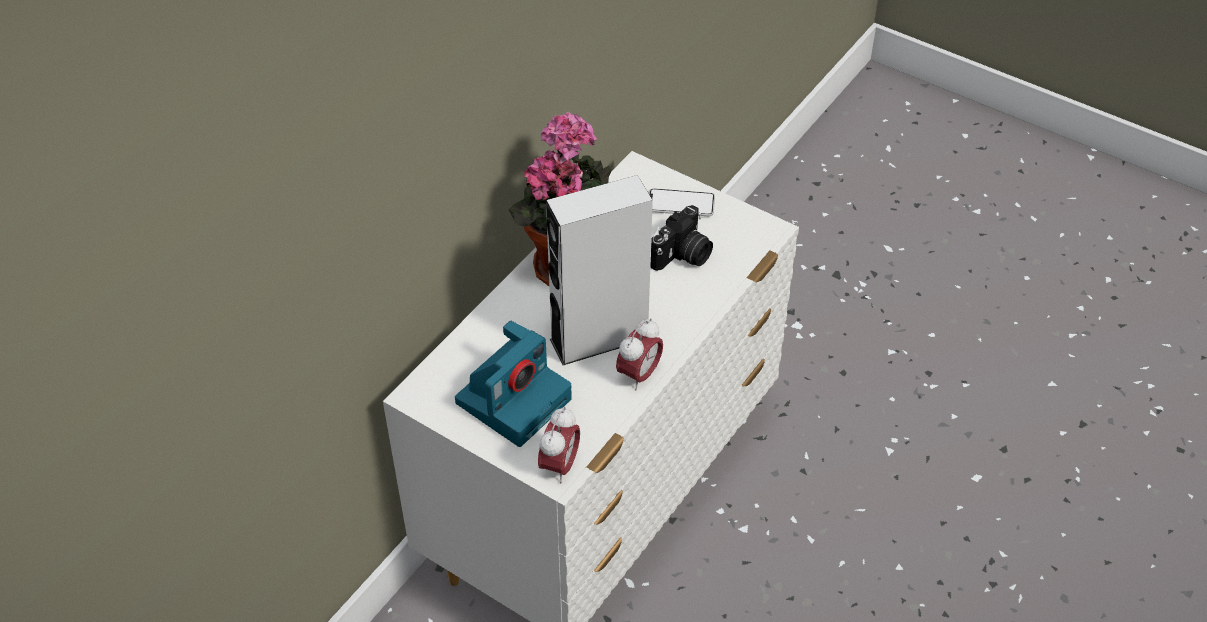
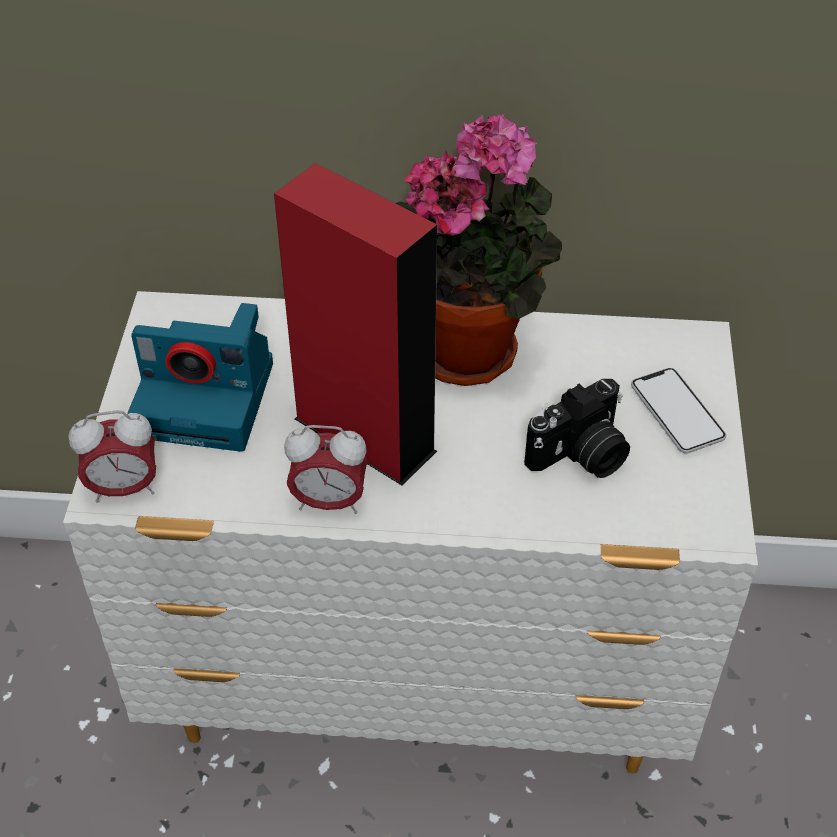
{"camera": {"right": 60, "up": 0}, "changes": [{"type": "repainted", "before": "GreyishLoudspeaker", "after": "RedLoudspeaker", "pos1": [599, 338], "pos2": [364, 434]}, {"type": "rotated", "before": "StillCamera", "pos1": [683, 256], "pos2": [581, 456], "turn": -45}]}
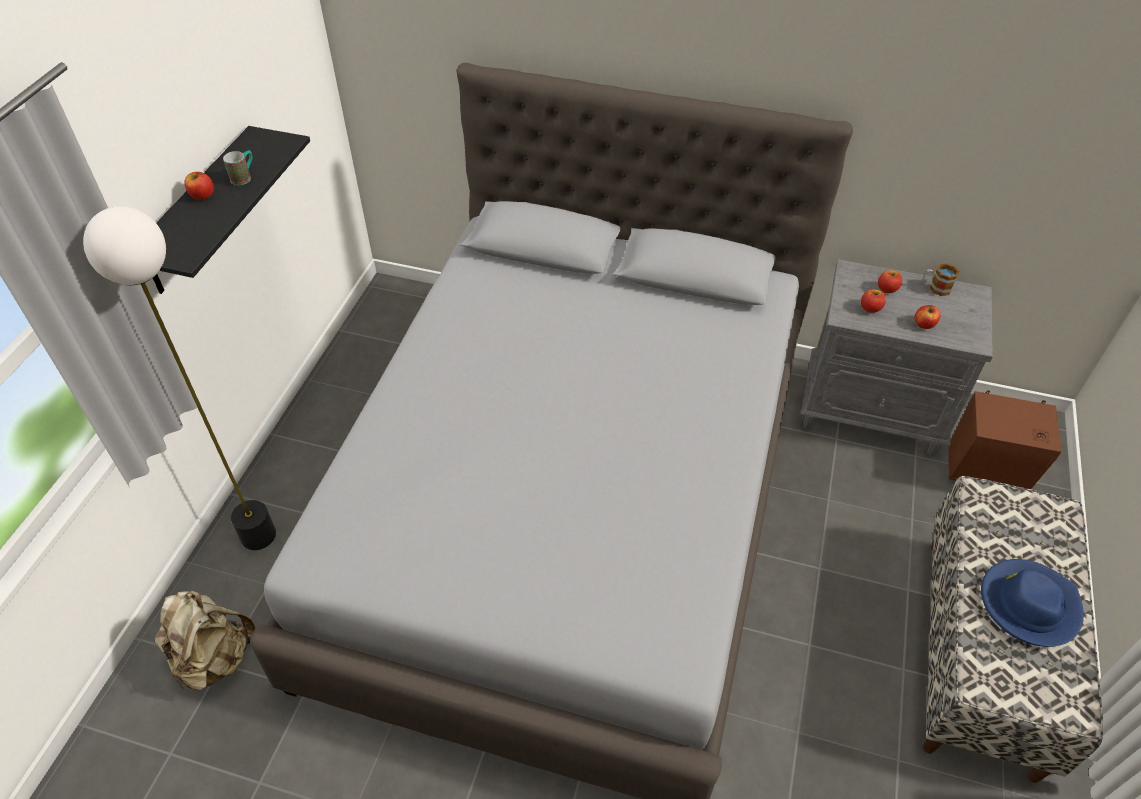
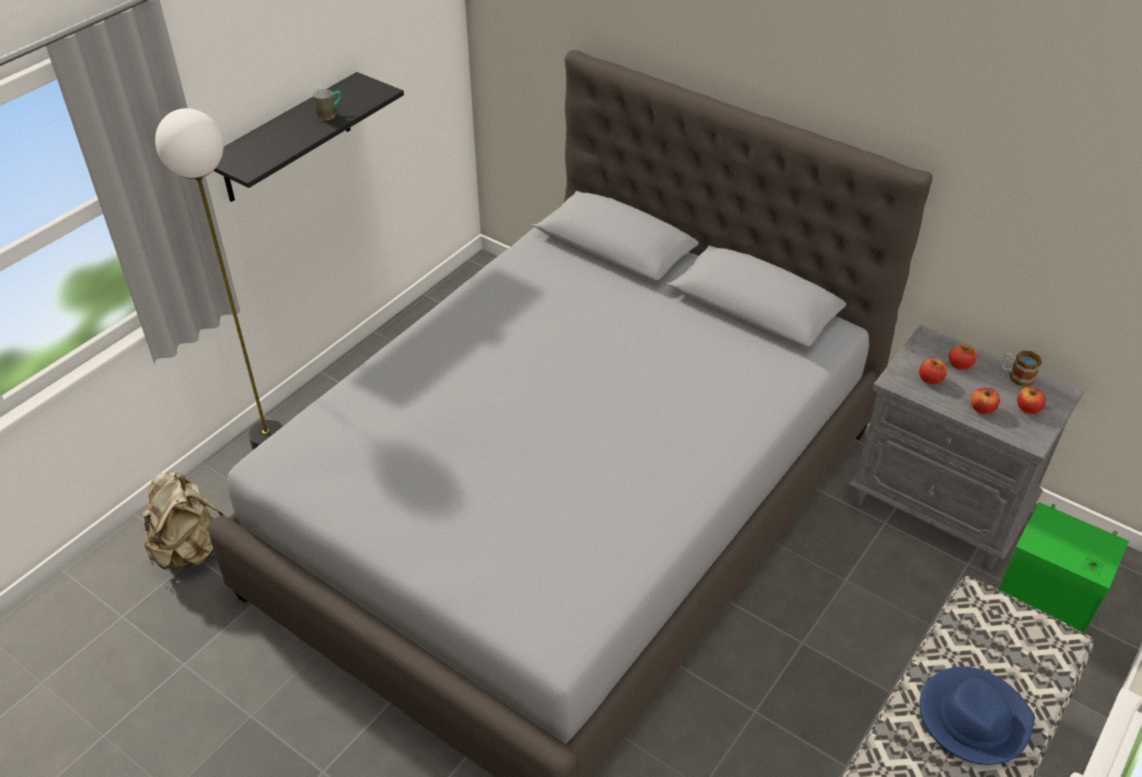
{"camera": {"right": 20, "up": -5}, "changes": [{"type": "shifted", "before": "Apple", "pos1": [202, 195], "pos2": [1027, 408]}, {"type": "repainted", "before": "BrownColouredLoudspeaker", "after": "GreenishLoudspeaker", "pos1": [988, 472], "pos2": [1046, 603]}]}
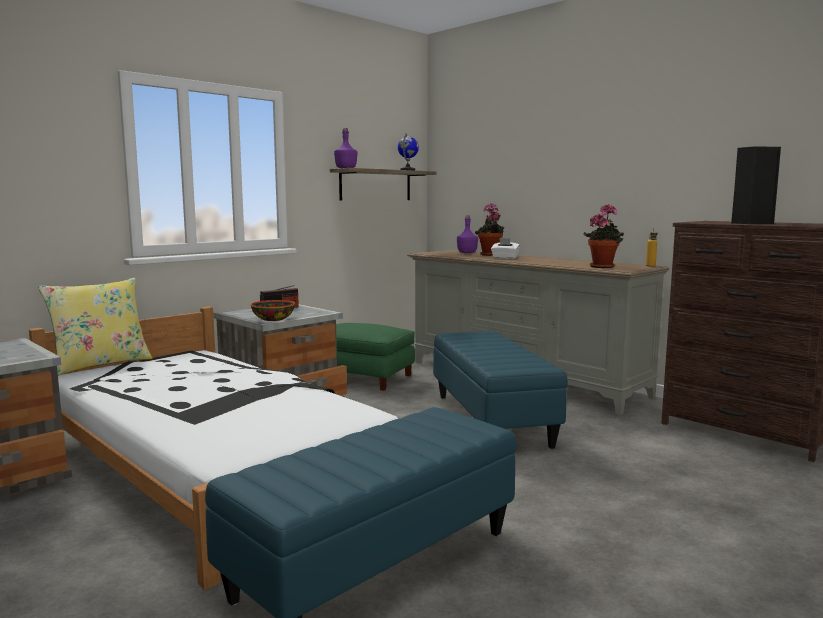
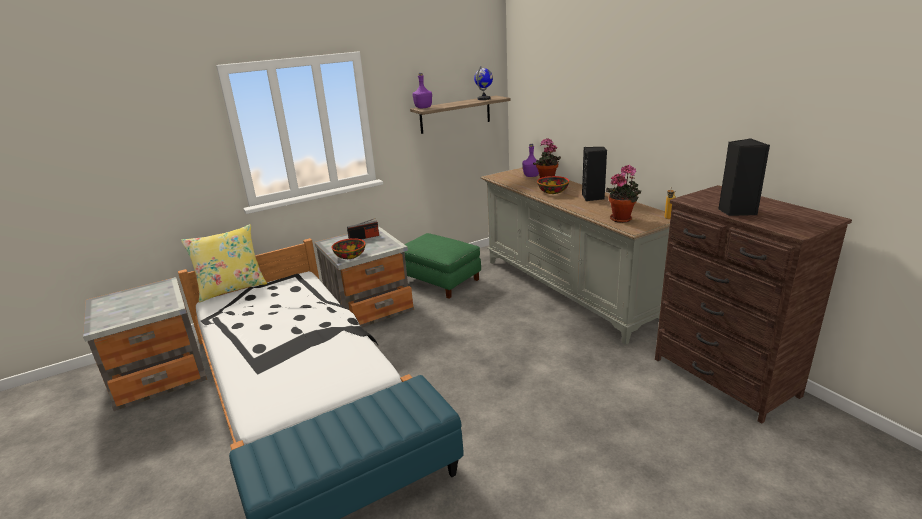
{"camera": {"right": 15, "up": 15}, "changes": [{"type": "gone", "before": "BluishFootrest", "pos1": [492, 420]}, {"type": "swapped", "before": "WhitishBoxOfTissues", "after": "DeepDish", "pos1": [504, 258], "pos2": [553, 191]}, {"type": "new", "after": "BlackishLoudspeaker", "pos2": [593, 197]}]}
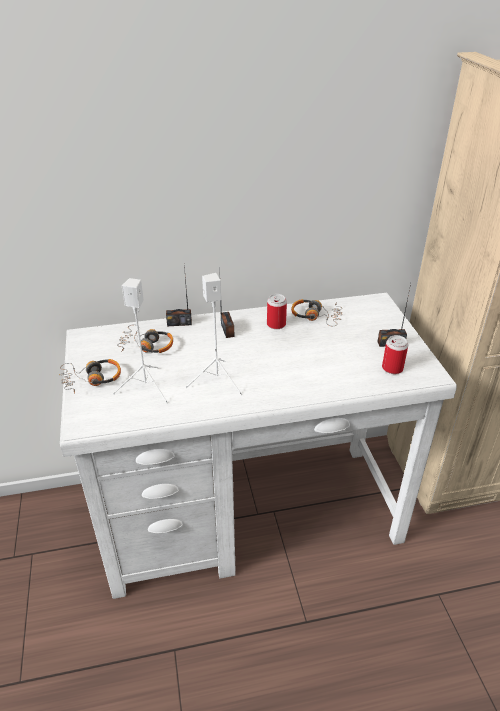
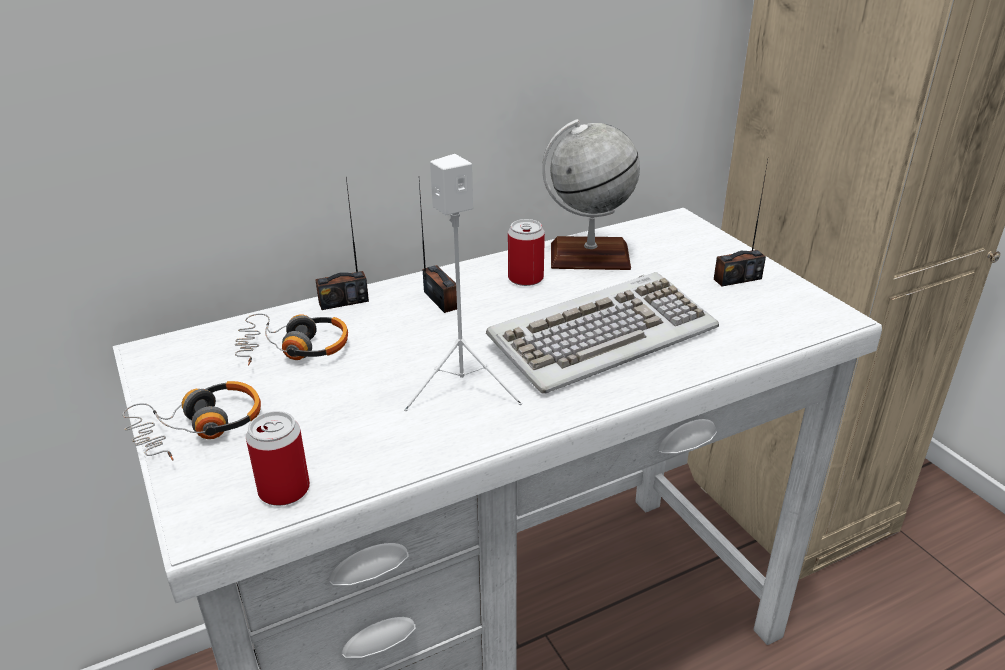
{"camera": {"right": -15, "up": -5}, "changes": [{"type": "gone", "before": "WhitishLoudspeaker", "pos1": [147, 388]}, {"type": "swapped", "before": "Headset", "after": "Globe", "pos1": [316, 316], "pos2": [589, 256]}, {"type": "shifted", "before": "MetalCan", "pos1": [392, 368], "pos2": [284, 490]}, {"type": "new", "after": "ComputerKeyboard", "pos2": [602, 336]}]}
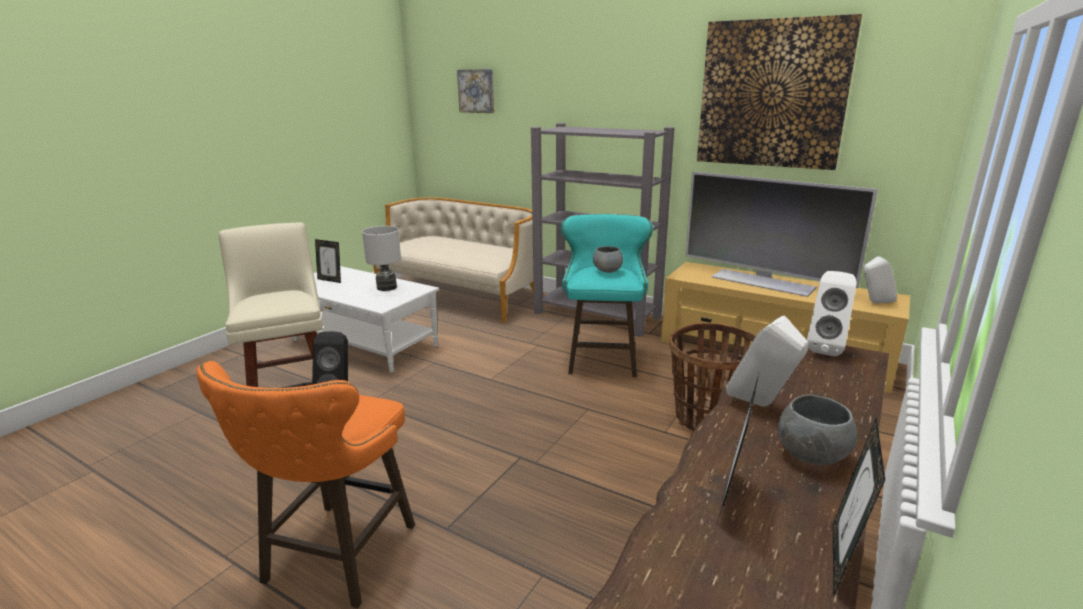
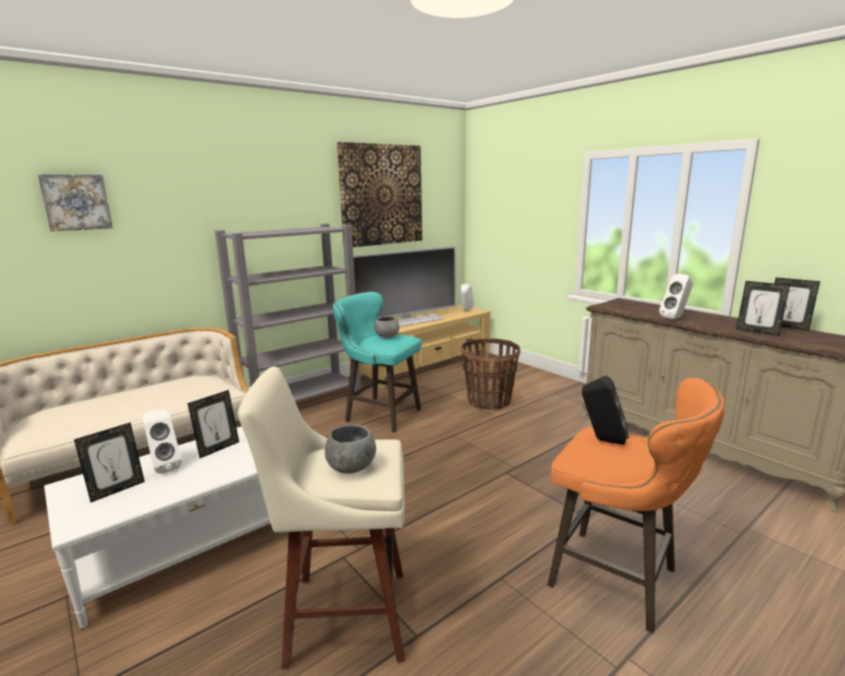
{"camera": {"right": -70, "up": -5}, "changes": [{"type": "swapped", "before": "GreyishLampForATable", "after": "PictureFrame", "pos1": [387, 287], "pos2": [218, 448]}, {"type": "shifted", "before": "GreyishDeepDish", "pos1": [811, 455], "pos2": [351, 468]}, {"type": "shifted", "before": "WhitishLoudspeaker", "pos1": [826, 348], "pos2": [165, 466]}]}
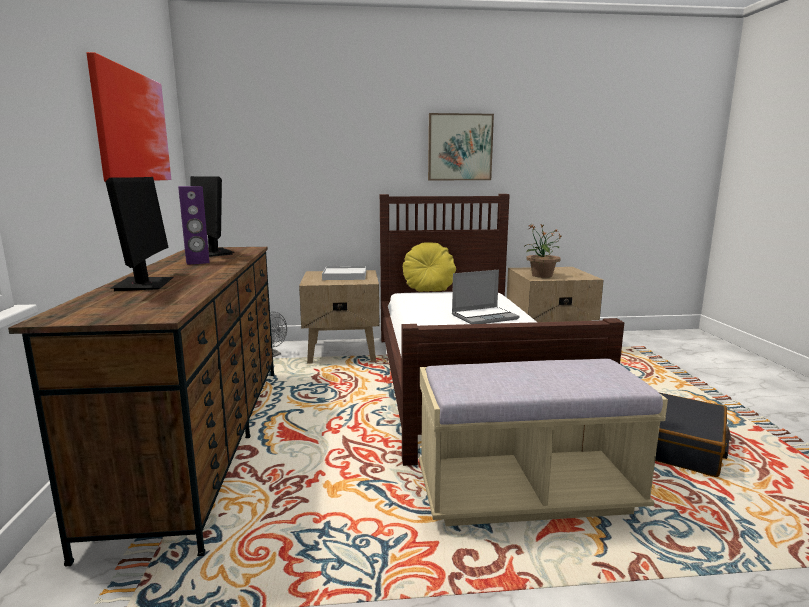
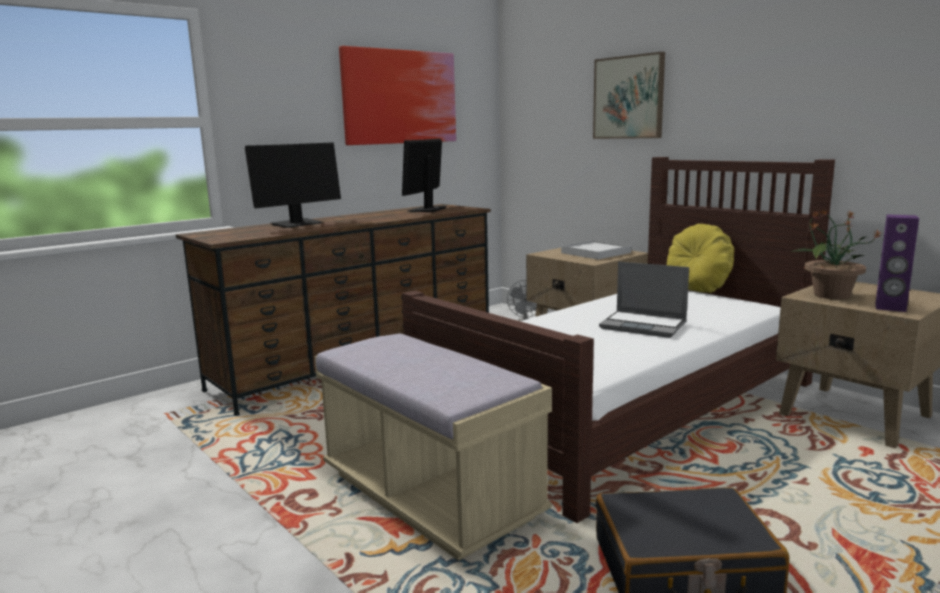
{"camera": {"right": 55, "up": 0}, "changes": [{"type": "shifted", "before": "PurplishLoudspeaker", "pos1": [197, 262], "pos2": [890, 307]}, {"type": "shifted", "before": "WallArt", "pos1": [460, 147], "pos2": [628, 97]}]}
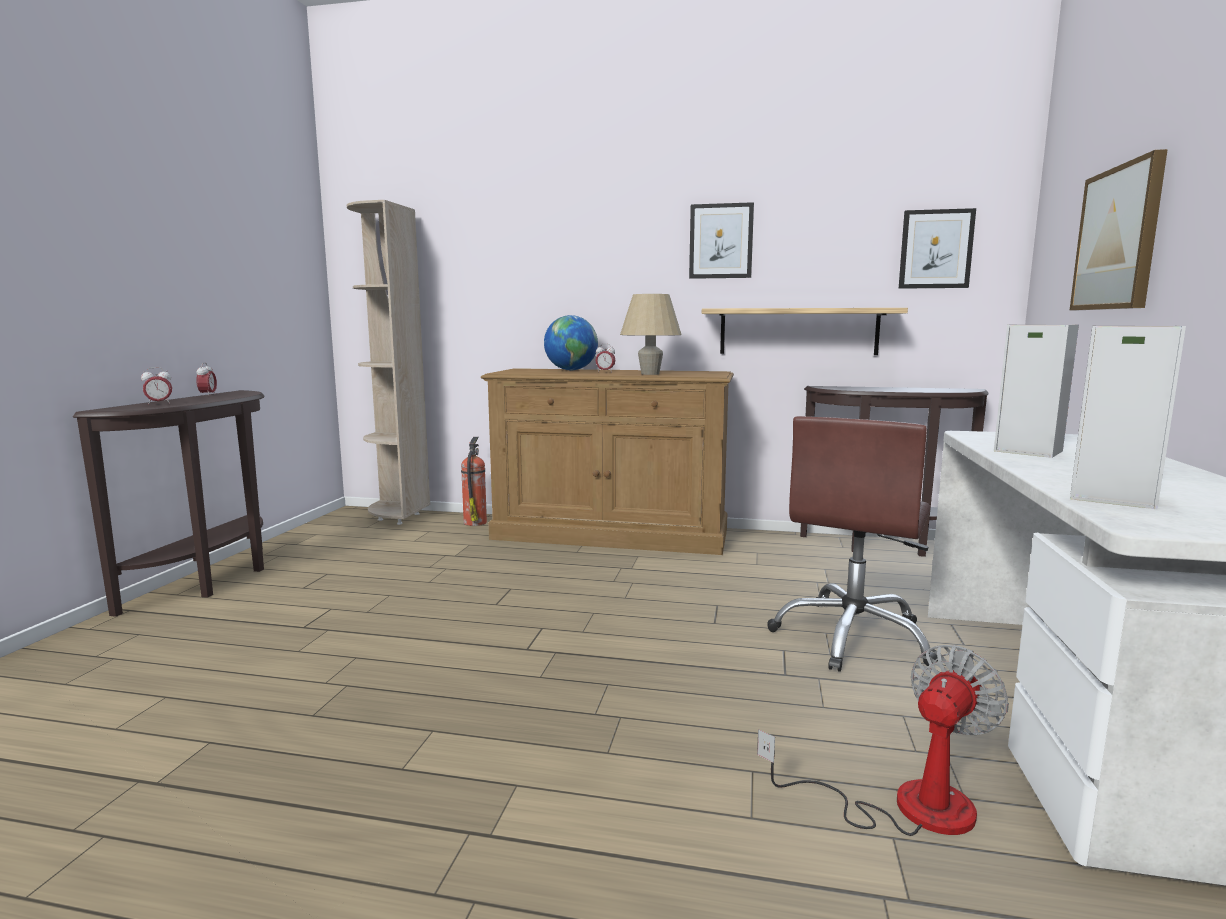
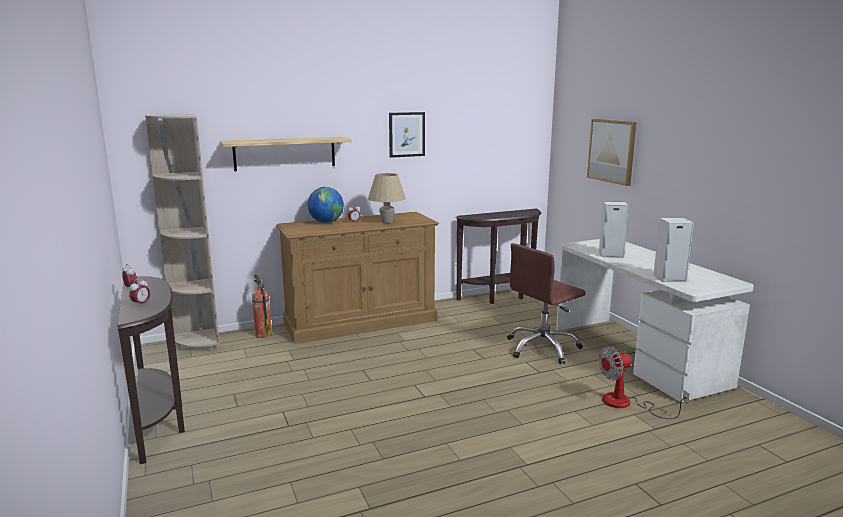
{"camera": {"right": -35, "up": 5}, "changes": [{"type": "shifted", "before": "WallShelf", "pos1": [798, 331], "pos2": [285, 153]}, {"type": "rotated", "before": "Fan", "pos1": [905, 806], "pos2": [626, 404], "turn": -120}, {"type": "rotated", "before": "BrownColouredDeskChair", "pos1": [853, 637], "pos2": [542, 348], "turn": 60}, {"type": "gone", "before": "WallArt", "pos1": [936, 249]}]}
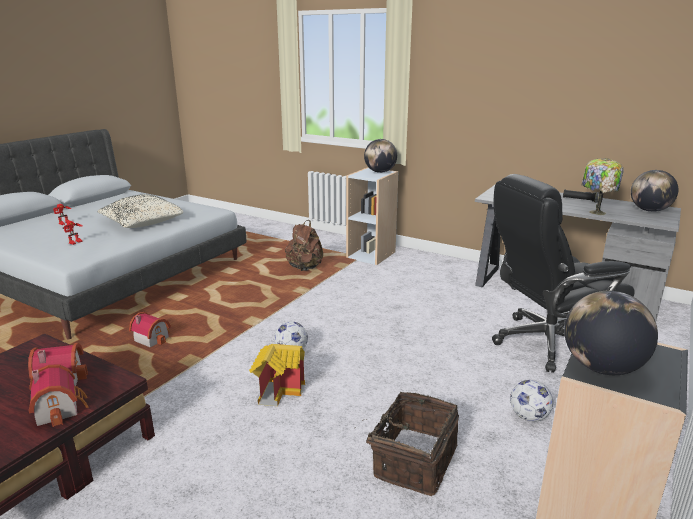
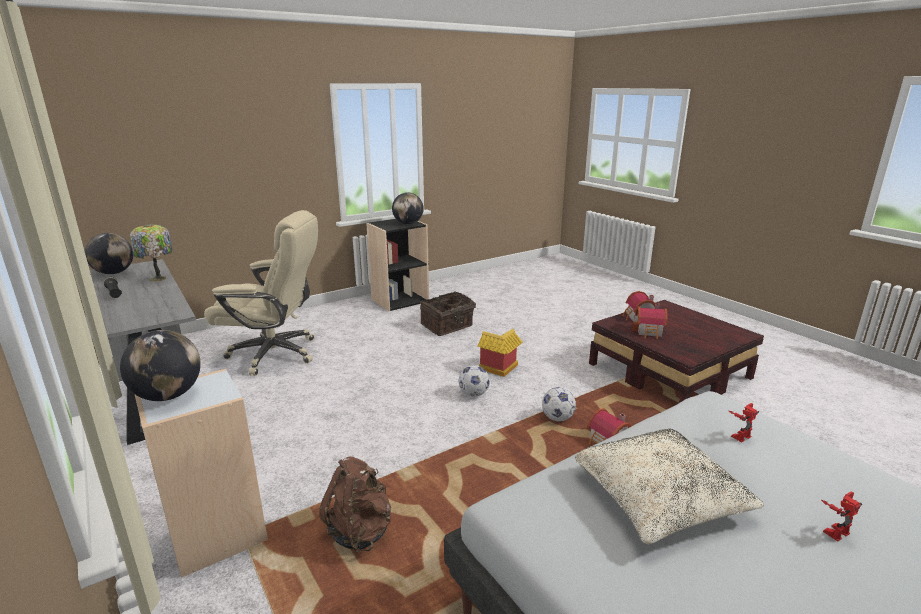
{"camera": {"right": -155, "up": 0}, "changes": [{"type": "repainted", "before": "BlackishDeskChair", "after": "BeigeColouredDeskChair", "pos1": [547, 343], "pos2": [274, 354]}, {"type": "shifted", "before": "FootballBall", "pos1": [528, 417], "pos2": [557, 418]}]}
